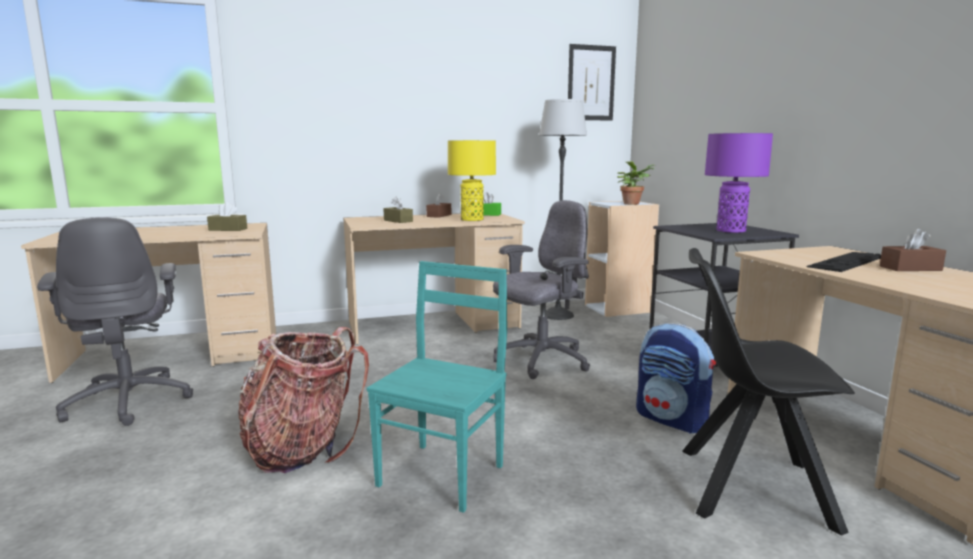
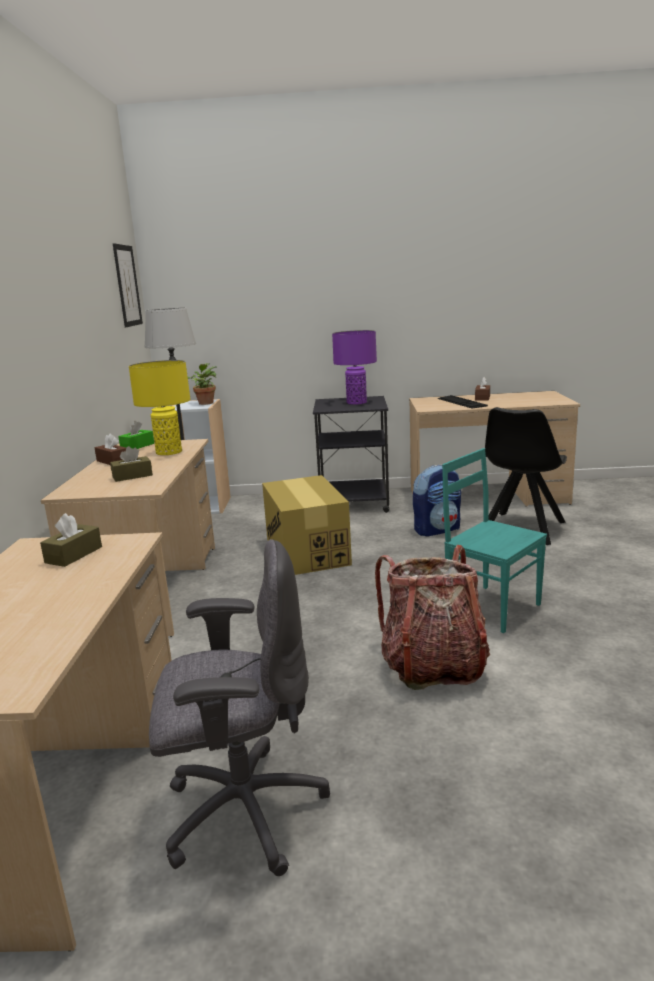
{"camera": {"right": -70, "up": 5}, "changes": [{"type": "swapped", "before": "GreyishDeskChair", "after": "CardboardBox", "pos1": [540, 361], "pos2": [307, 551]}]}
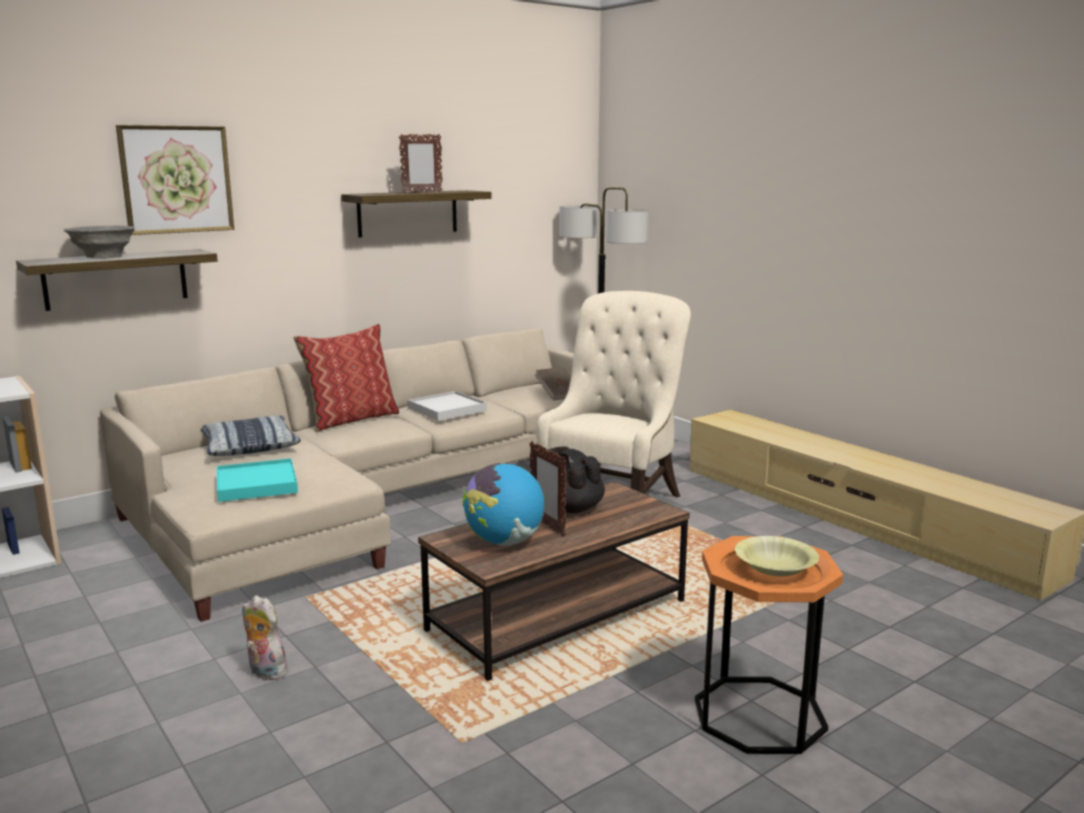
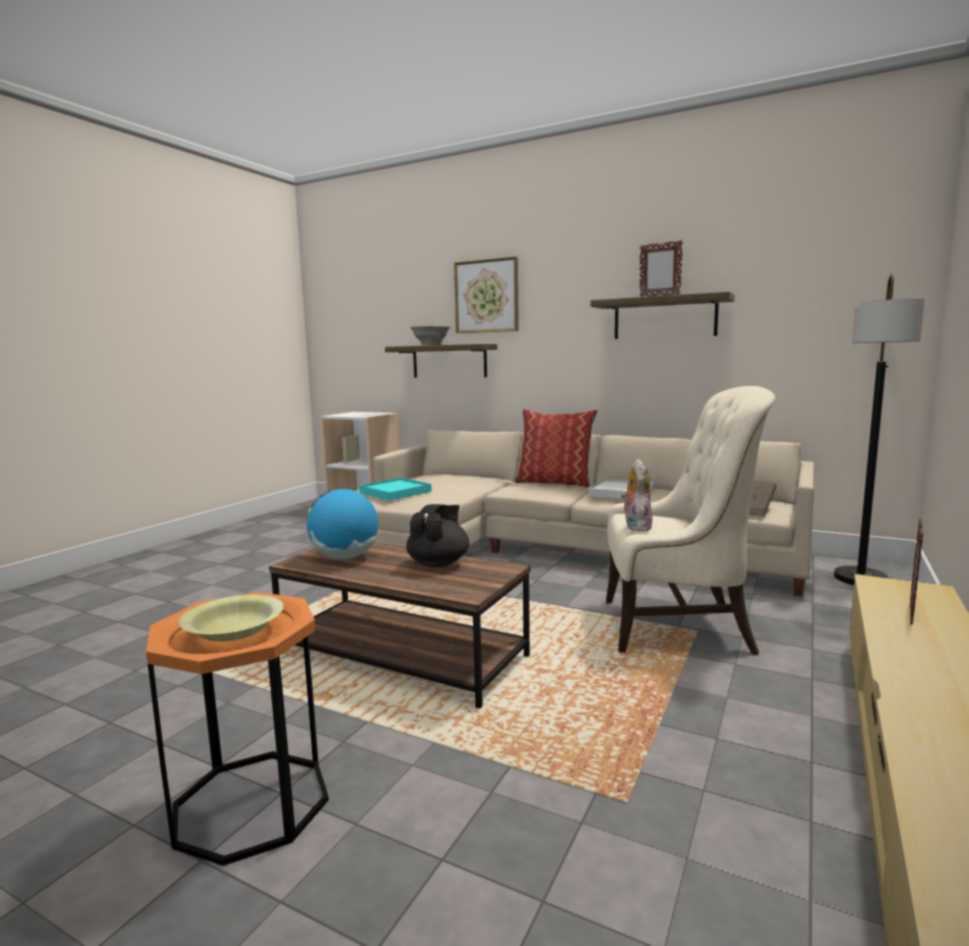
{"camera": {"right": 65, "up": -5}, "changes": [{"type": "gone", "before": "Pillow", "pos1": [249, 446]}, {"type": "shifted", "before": "PlushToy", "pos1": [264, 672], "pos2": [636, 526]}, {"type": "shifted", "before": "PictureFrame", "pos1": [547, 525], "pos2": [911, 612]}]}
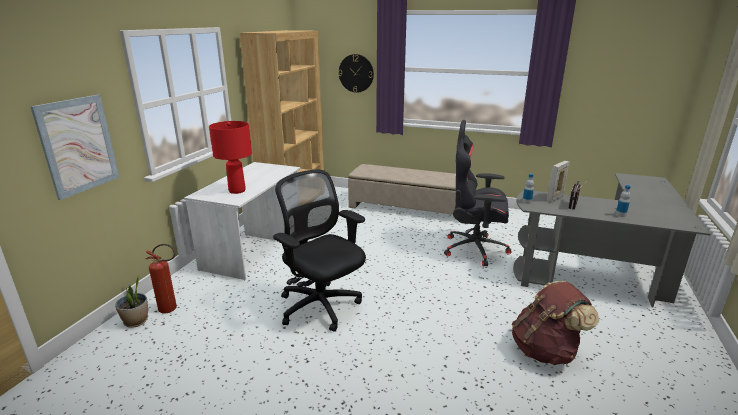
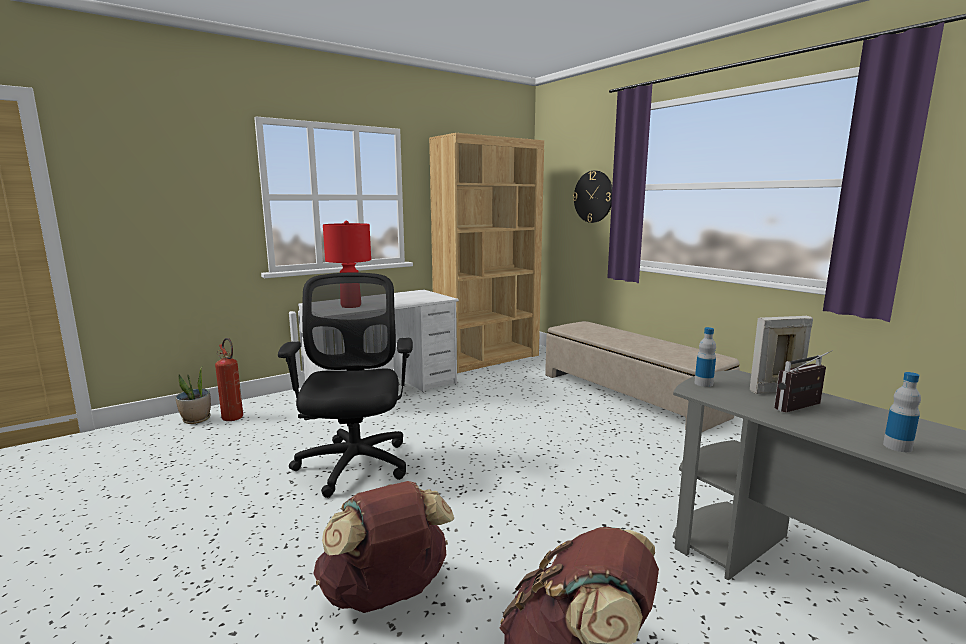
{"camera": {"right": 35, "up": -10}, "changes": [{"type": "gone", "before": "WallArt", "pos1": [78, 145]}, {"type": "gone", "before": "BlackishDeskChair", "pos1": [475, 249]}, {"type": "new", "after": "BrownColouredKnapsack", "pos2": [386, 596]}]}
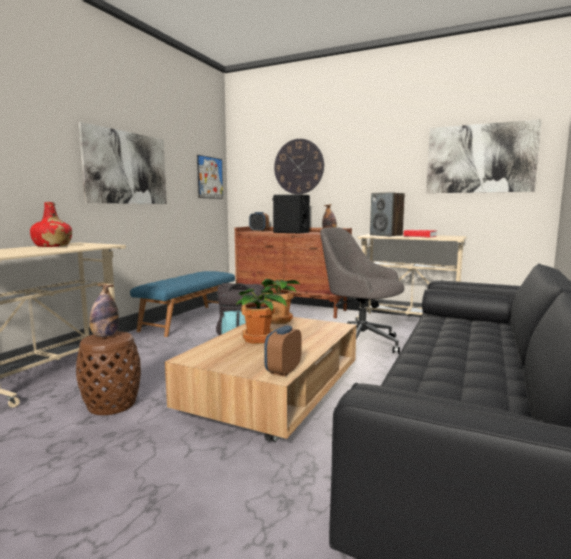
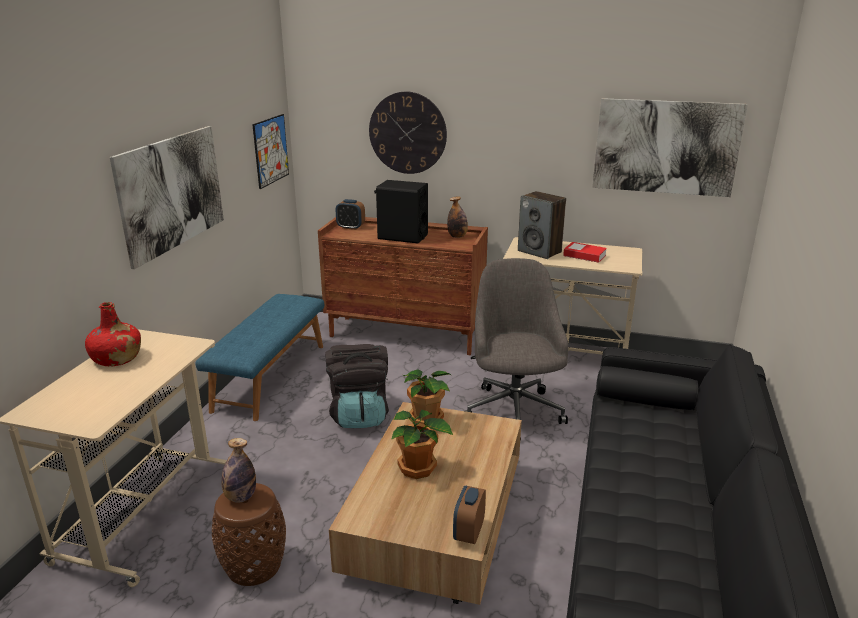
{"camera": {"right": -10, "up": 15}, "changes": [{"type": "rotated", "before": "GreyishDeskChair", "pos1": [360, 343], "pos2": [513, 411], "turn": 60}]}
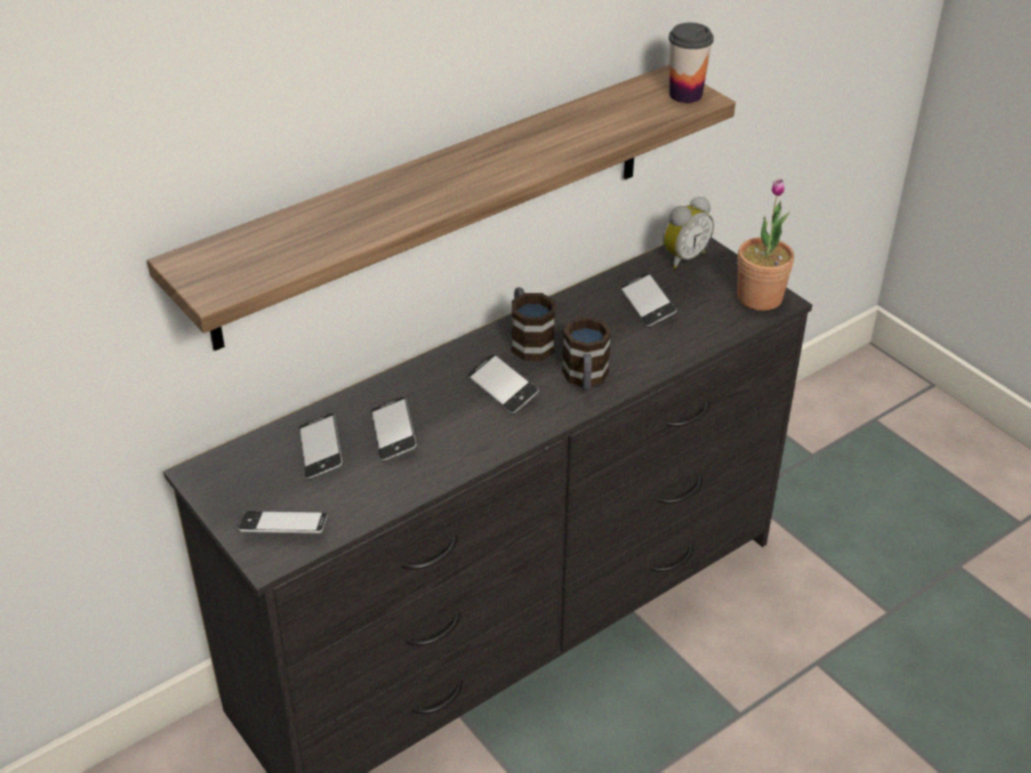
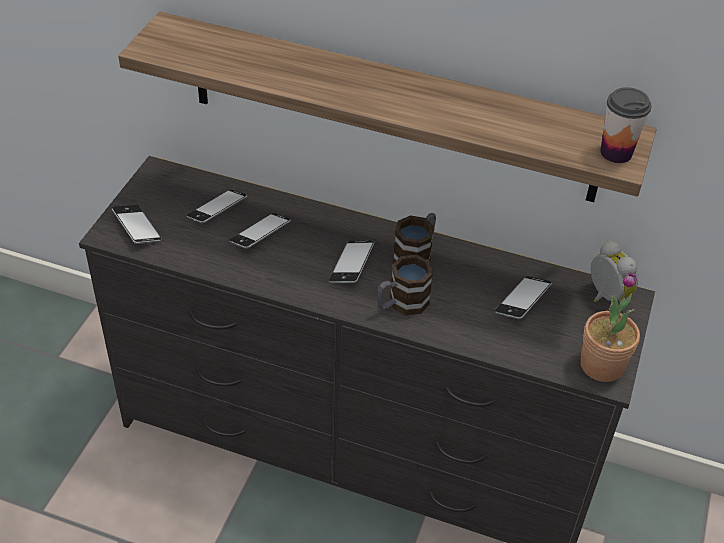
{"camera": {"right": 55, "up": 5}, "changes": [{"type": "rotated", "before": "AlarmClock", "pos1": [683, 257], "pos2": [605, 297], "turn": -135}]}
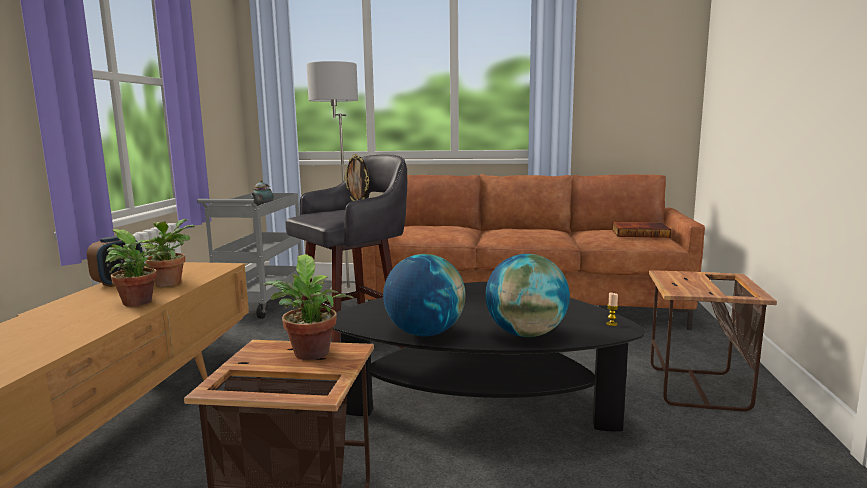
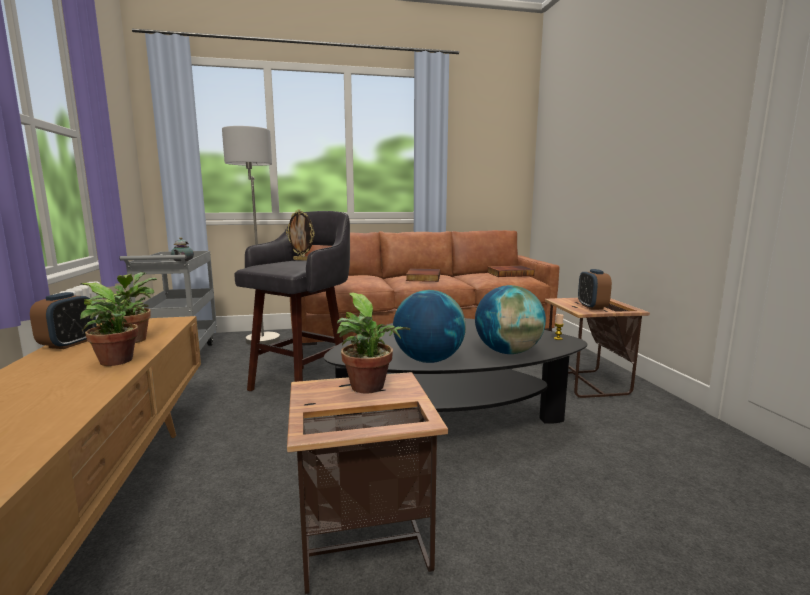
{"camera": {"right": -20, "up": 0}, "changes": [{"type": "new", "after": "Volume", "pos2": [422, 277]}, {"type": "new", "after": "AlarmClock", "pos2": [592, 307]}]}
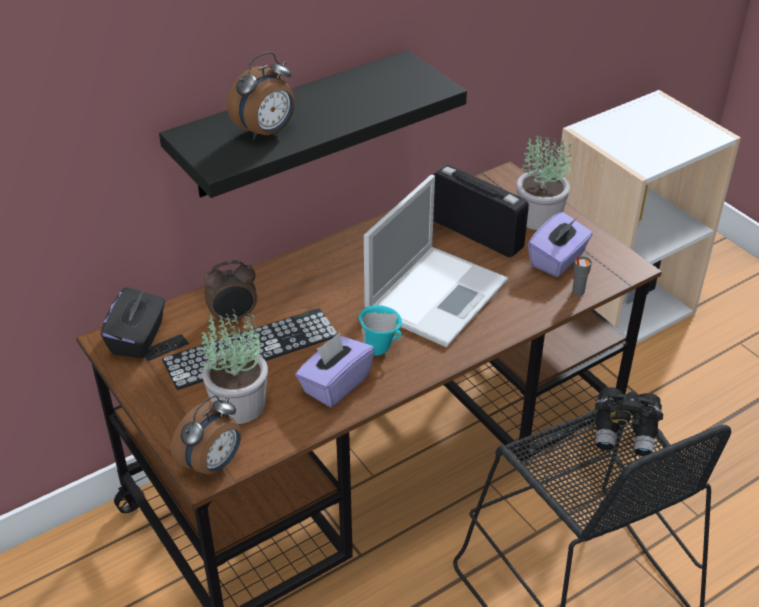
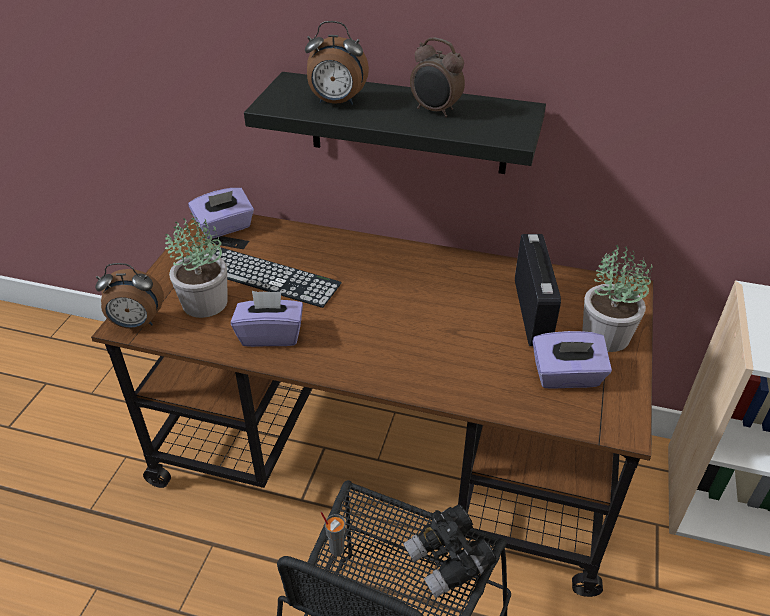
{"camera": {"right": 50, "up": 0}, "changes": [{"type": "repainted", "before": "BlackishBoxOfTissues", "after": "PurplishBoxOfTissues", "pos1": [138, 338], "pos2": [225, 227]}, {"type": "shifted", "before": "AlarmClock", "pos1": [234, 317], "pos2": [435, 111]}, {"type": "gone", "before": "TurquoiseColouredMug", "pos1": [380, 349]}, {"type": "gone", "before": "NotebookComputer", "pos1": [437, 294]}, {"type": "shifted", "before": "GreyishCup", "pos1": [577, 291], "pos2": [336, 549]}]}
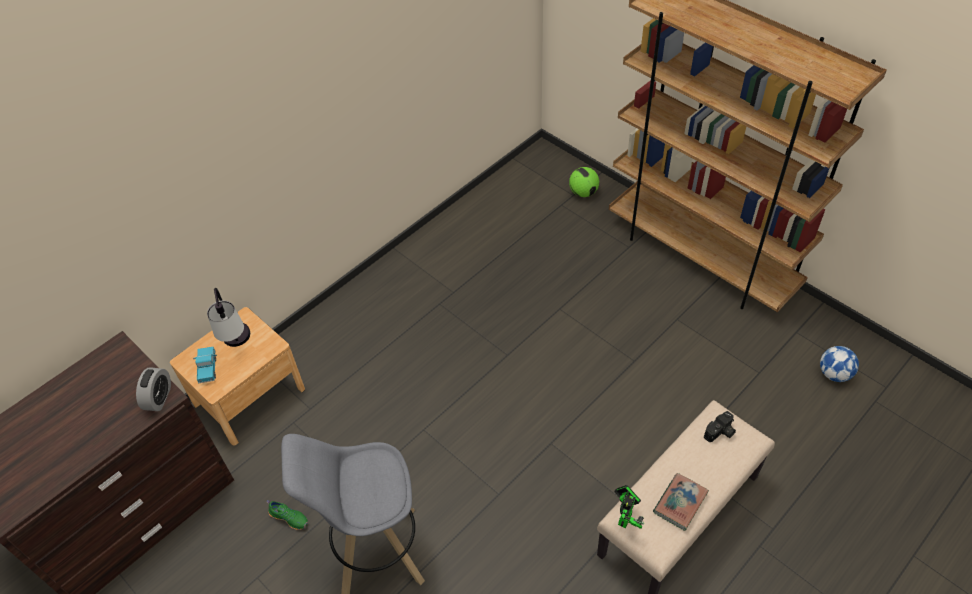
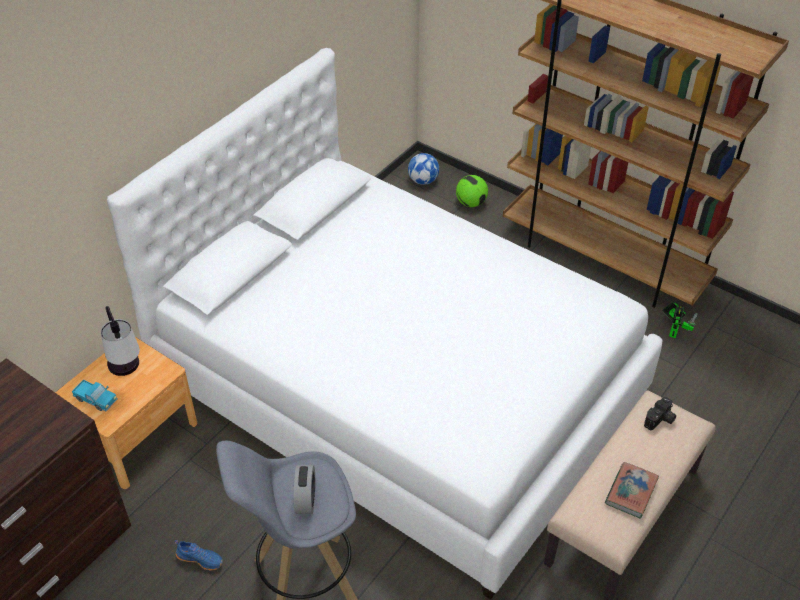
{"camera": {"right": -10, "up": -5}, "changes": [{"type": "shifted", "before": "AlarmClock", "pos1": [159, 398], "pos2": [306, 499]}, {"type": "rotated", "before": "ModelTruck", "pos1": [208, 368], "pos2": [96, 400], "turn": 135}, {"type": "repainted", "before": "GreenishItemOfFootwear", "after": "BluishItemOfFootwear", "pos1": [289, 517], "pos2": [200, 558]}, {"type": "shifted", "before": "ToyRobot", "pos1": [626, 516], "pos2": [674, 330]}, {"type": "shifted", "before": "FootballBall", "pos1": [834, 374], "pos2": [423, 181]}, {"type": "new", "after": "WhitishBedroomBed", "pos2": [398, 385]}]}
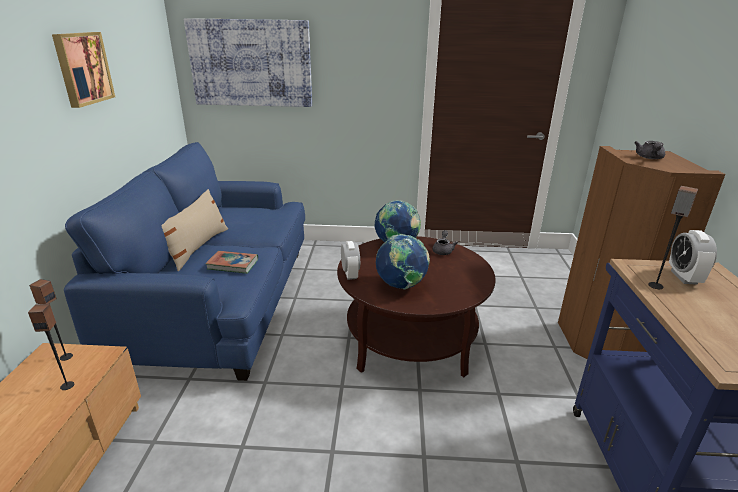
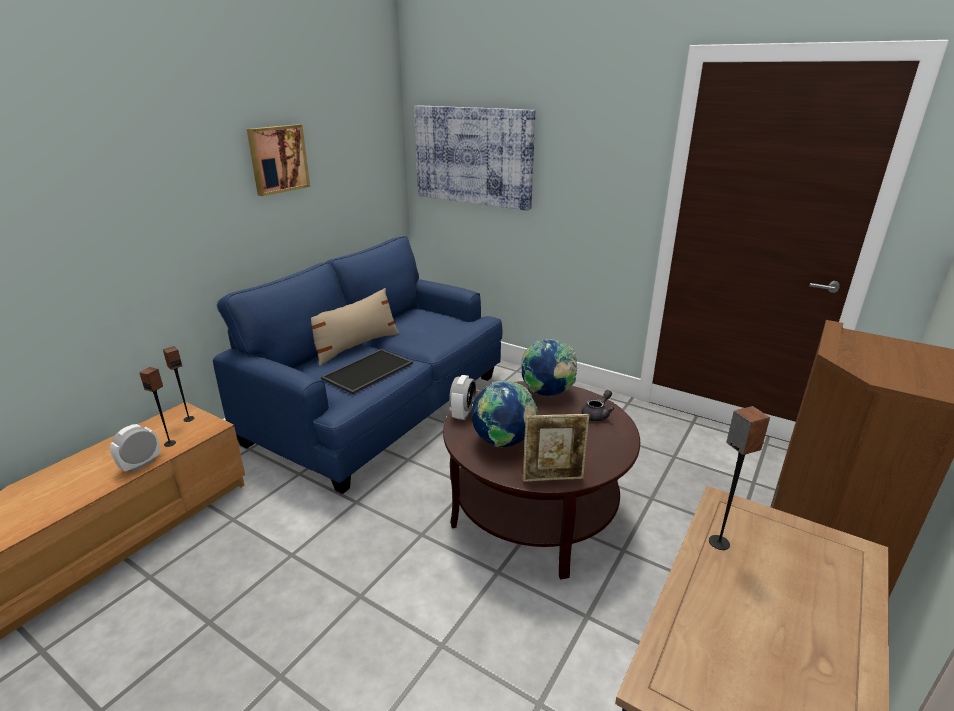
{"camera": {"right": 30, "up": 0}, "changes": [{"type": "swapped", "before": "Volume", "after": "CarryingTray", "pos1": [233, 265], "pos2": [368, 372]}, {"type": "gone", "before": "GreyishTeapot", "pos1": [649, 158]}, {"type": "shifted", "before": "AlarmClock", "pos1": [684, 277], "pos2": [141, 464]}, {"type": "new", "after": "PictureFrame", "pos2": [553, 478]}]}
